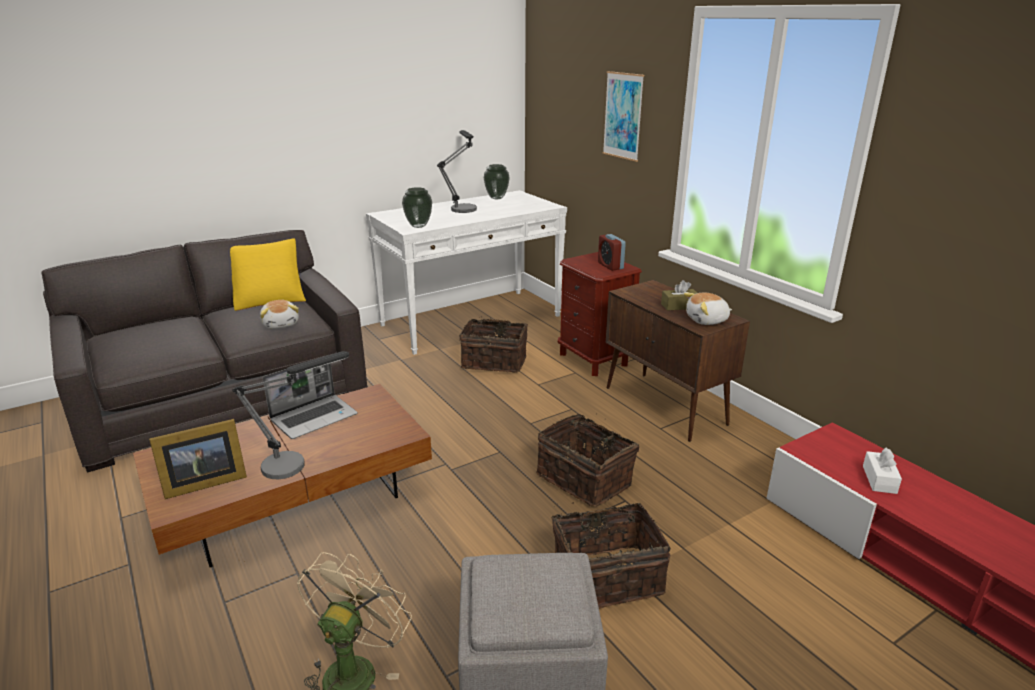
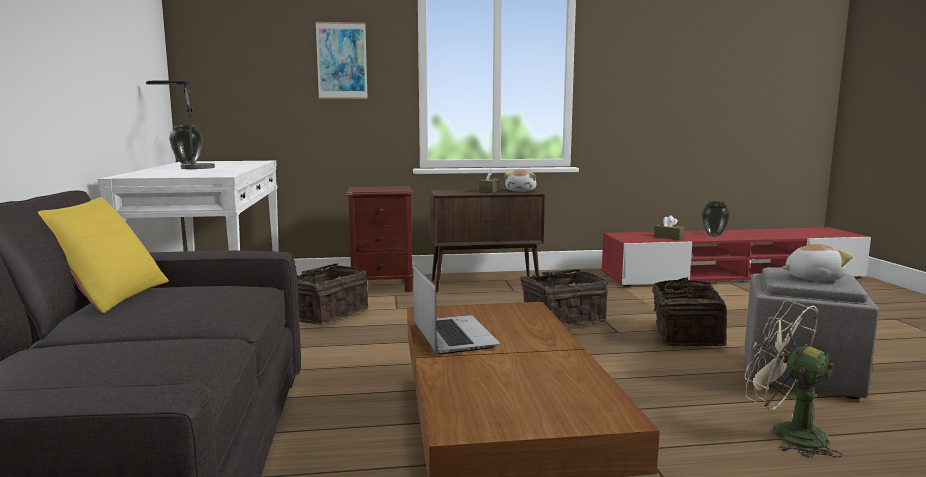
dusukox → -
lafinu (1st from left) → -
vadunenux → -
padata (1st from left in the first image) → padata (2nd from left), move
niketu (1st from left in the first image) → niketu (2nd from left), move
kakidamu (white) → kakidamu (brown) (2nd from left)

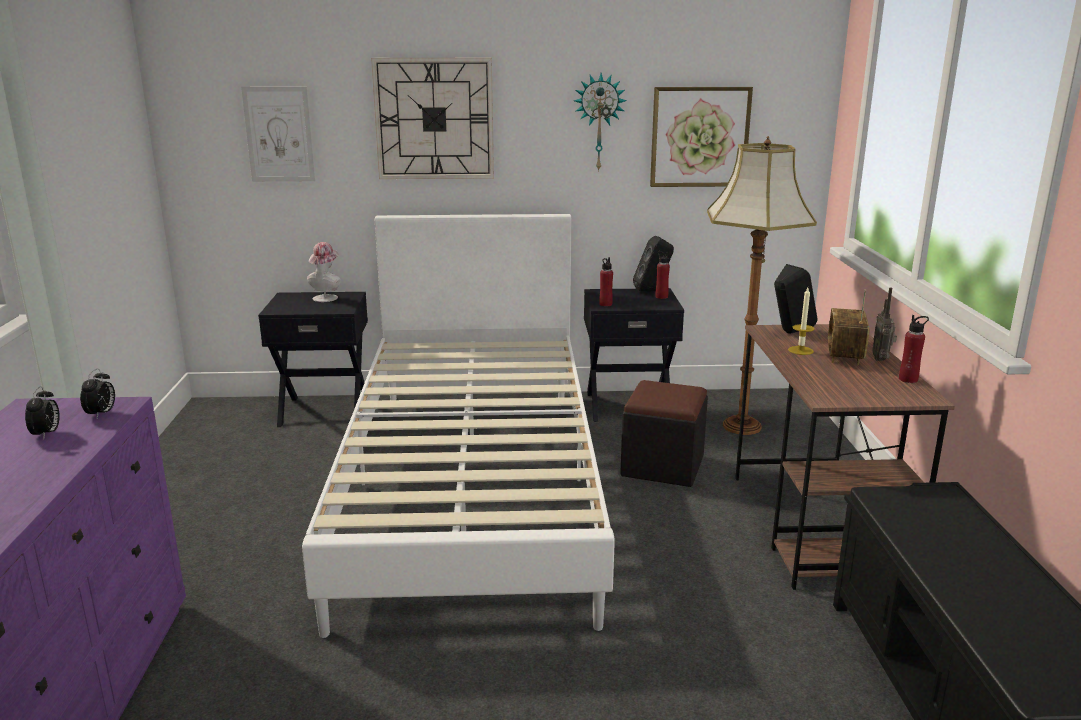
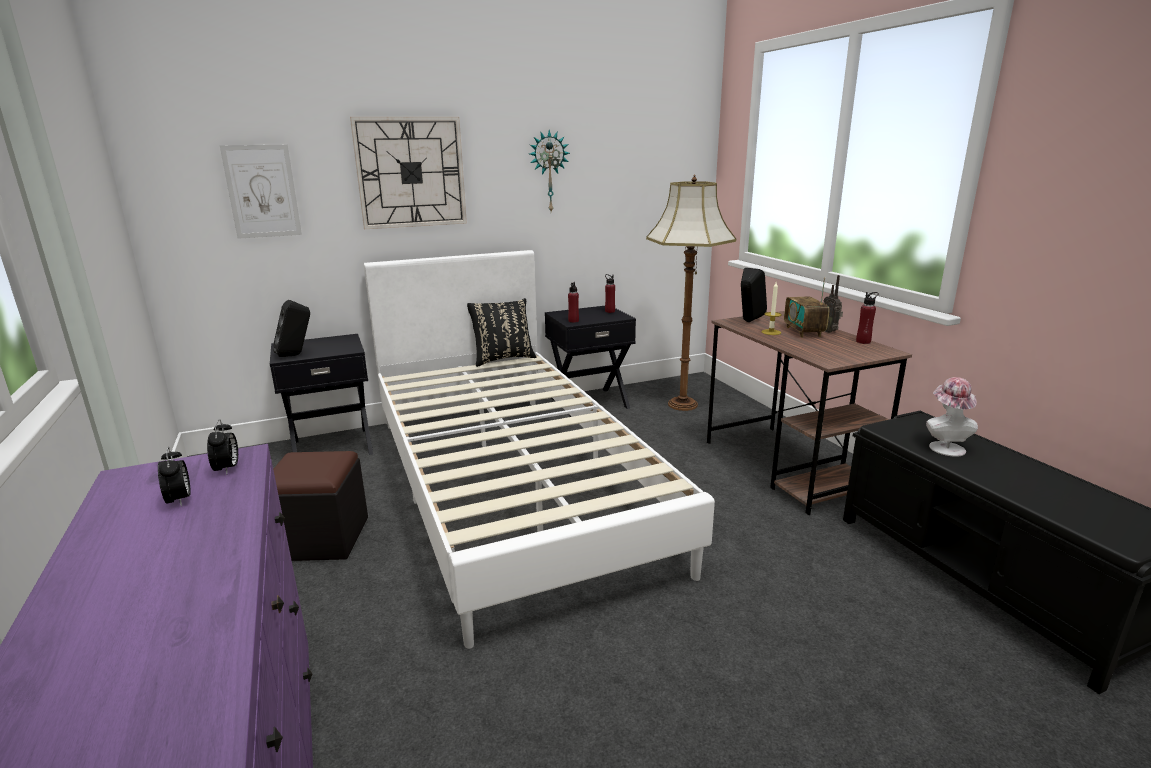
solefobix (2nd from left) → -
- → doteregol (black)
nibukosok, move
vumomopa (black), move
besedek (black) (1st from left), move

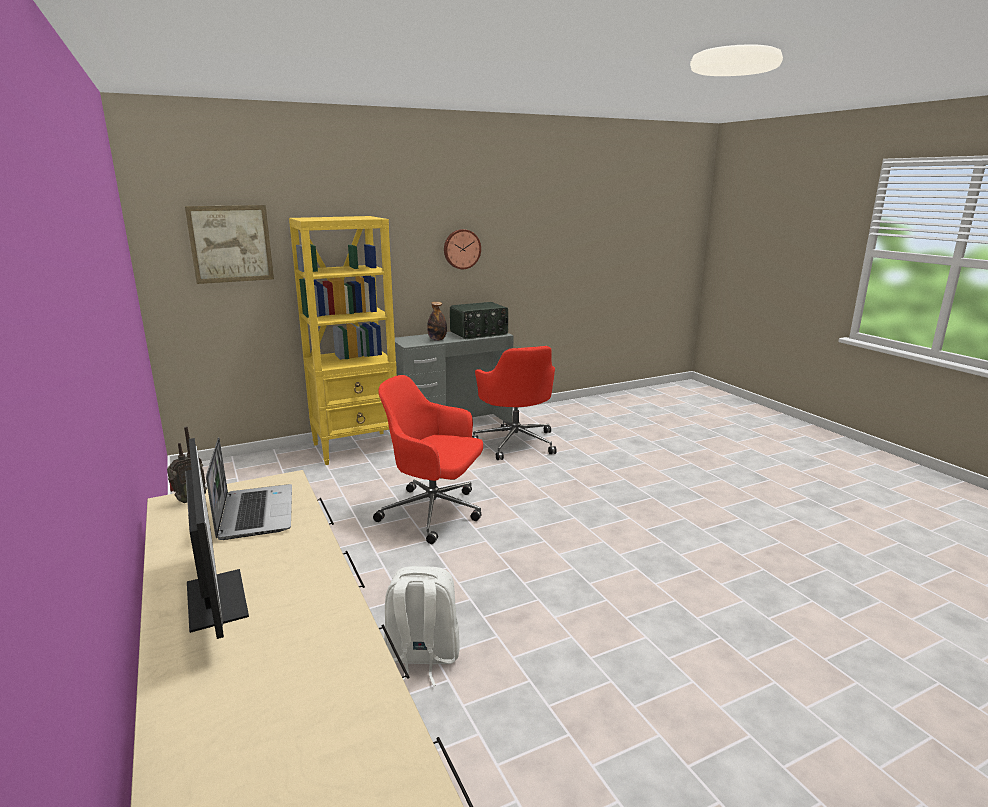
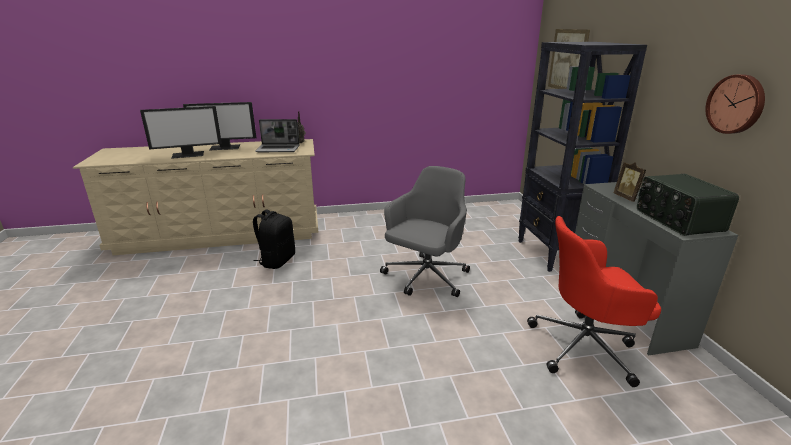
- → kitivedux (1st from left)
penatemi → dusukox
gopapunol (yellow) → gopapunol (black)
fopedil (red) (1st from left) → fopedil (grey)
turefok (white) → turefok (black)

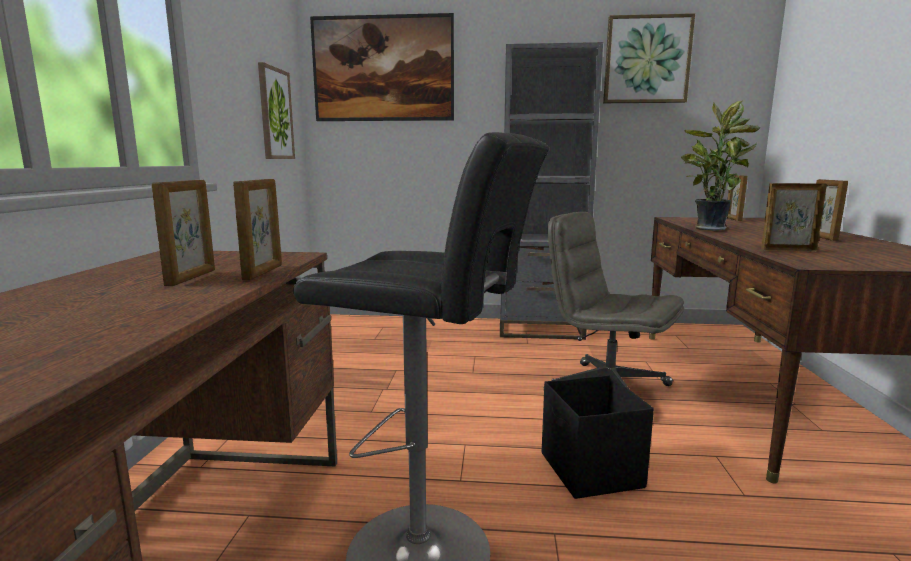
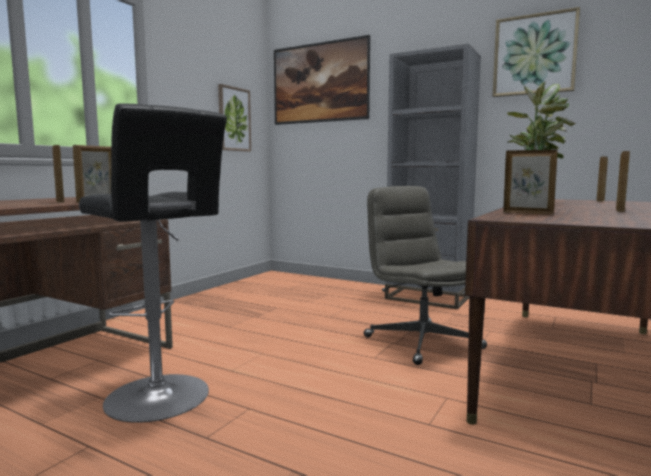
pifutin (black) → -
dusukox (1st from left), 120 degrees clockwise

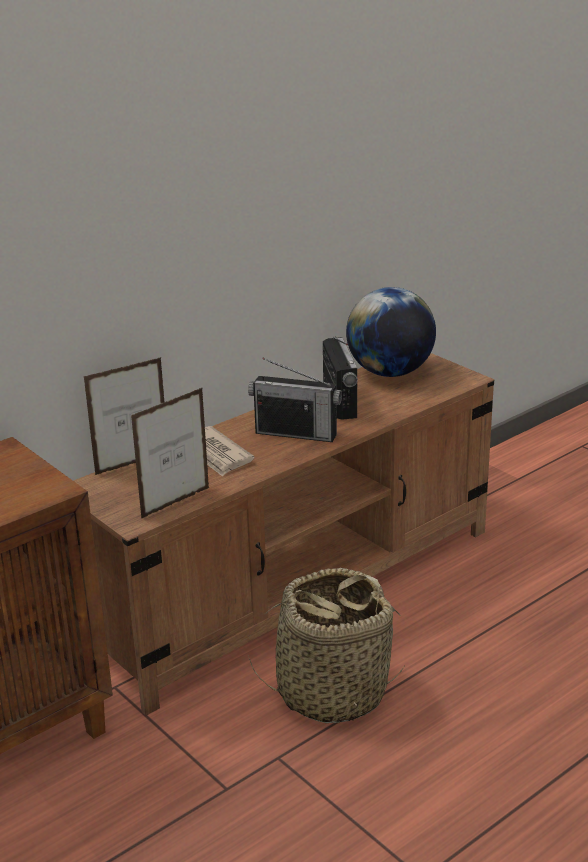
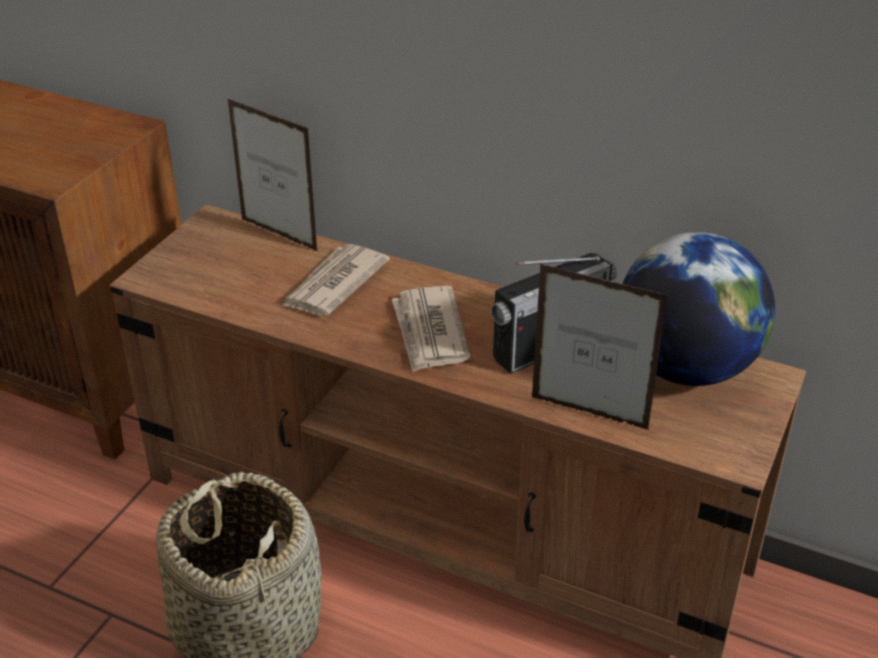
dusukox (2nd from left), move
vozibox (1st from left) → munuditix (2nd from left)

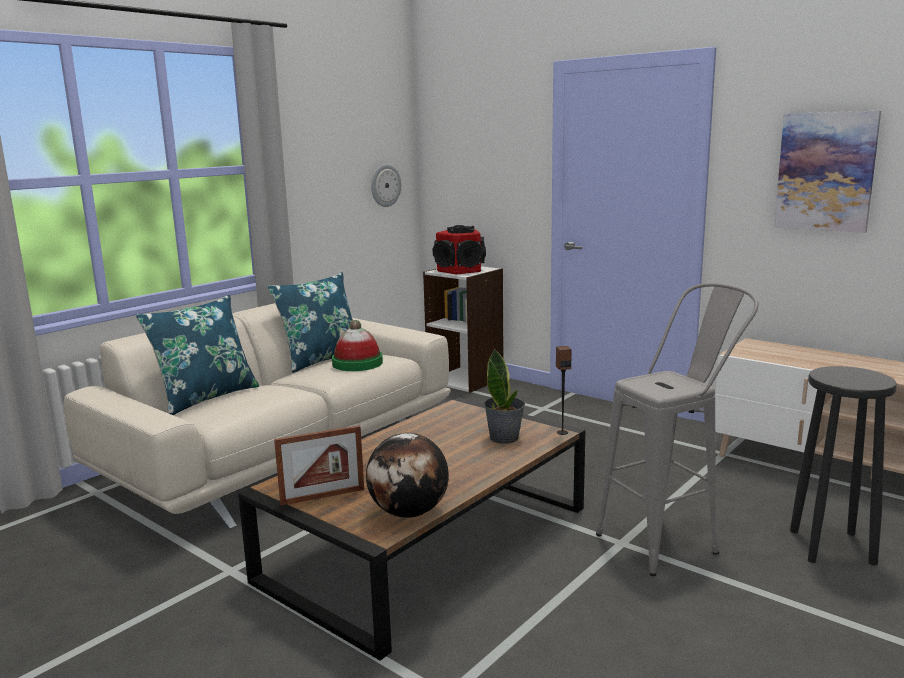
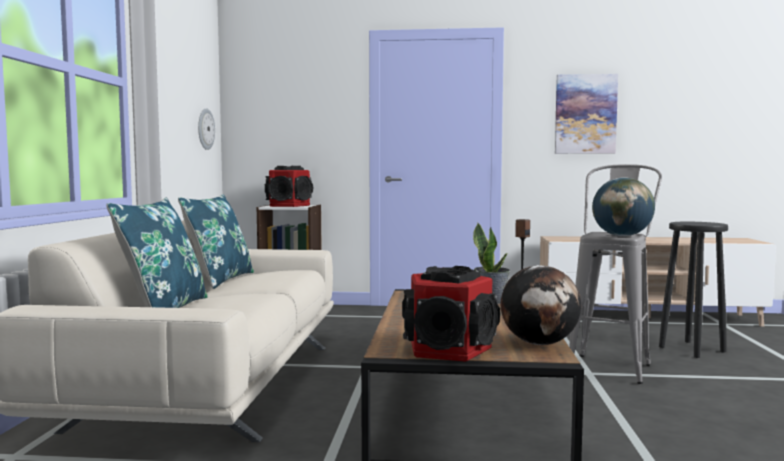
nibukosok → -
- → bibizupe (2nd from left)
dusukox → besedek (2nd from left)

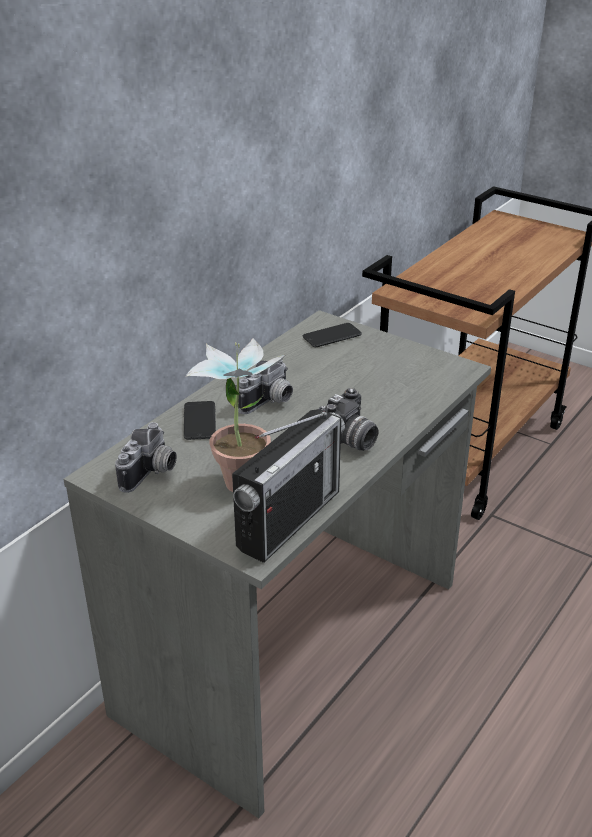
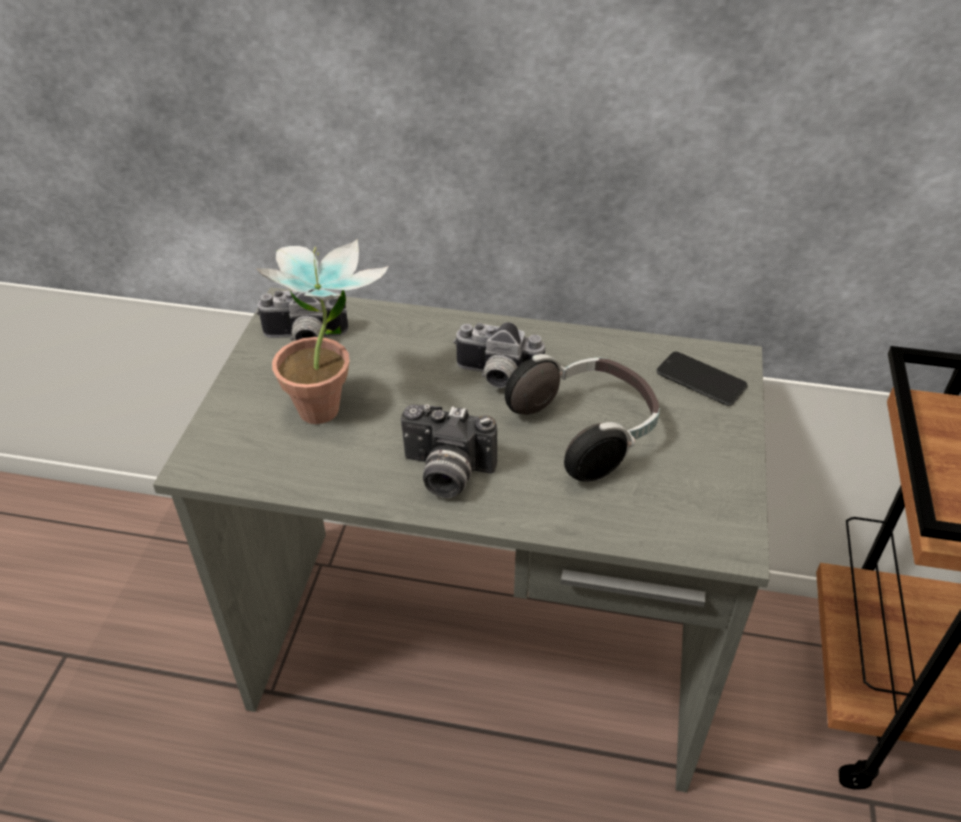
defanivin (1st from left) → -
vozibox → -
- → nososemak

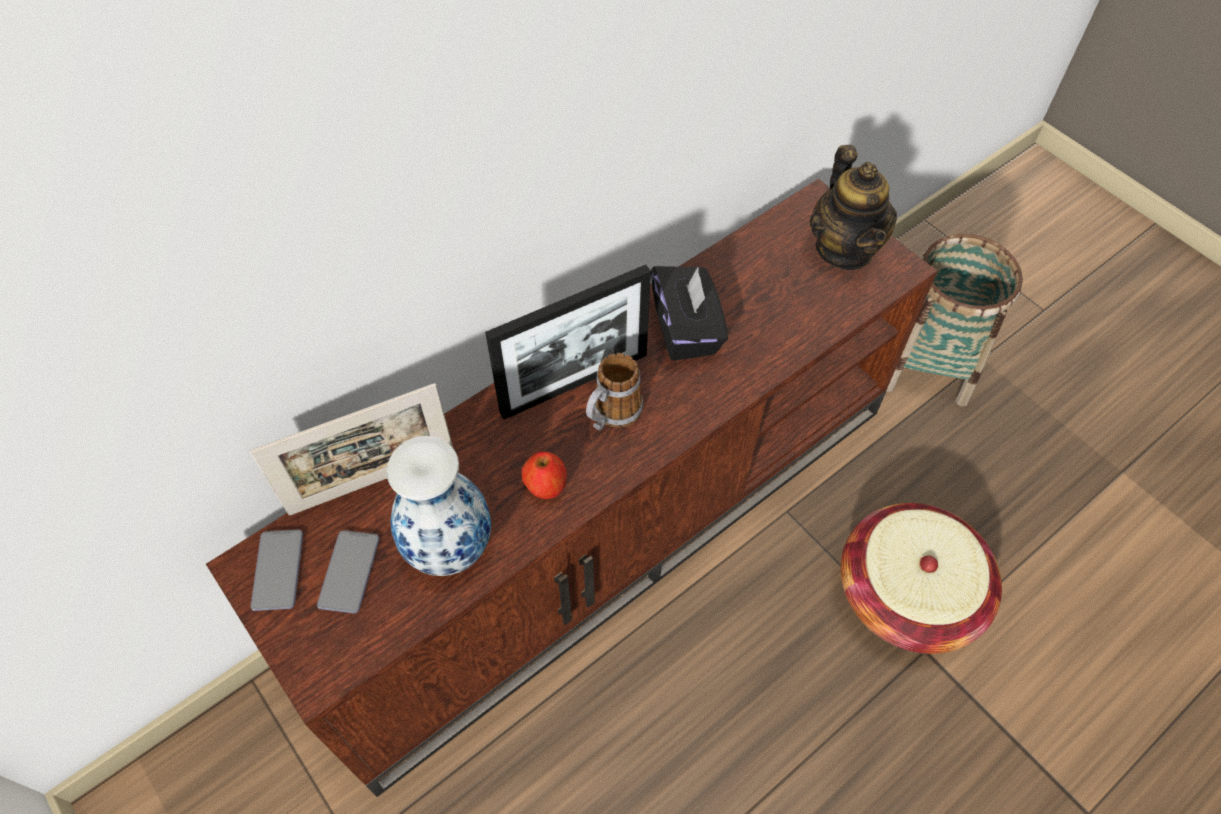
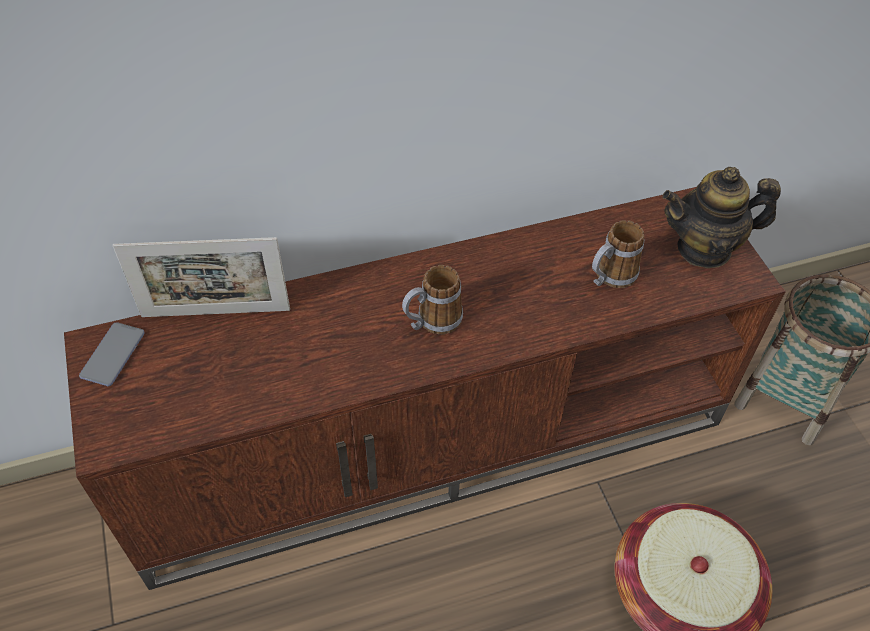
defanivin (2nd from left) → -
niketu → -
dusukox (2nd from left) → -
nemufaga → -
kakidamu (black) → -
- → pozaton (2nd from left)
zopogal, 75 degrees clockwise

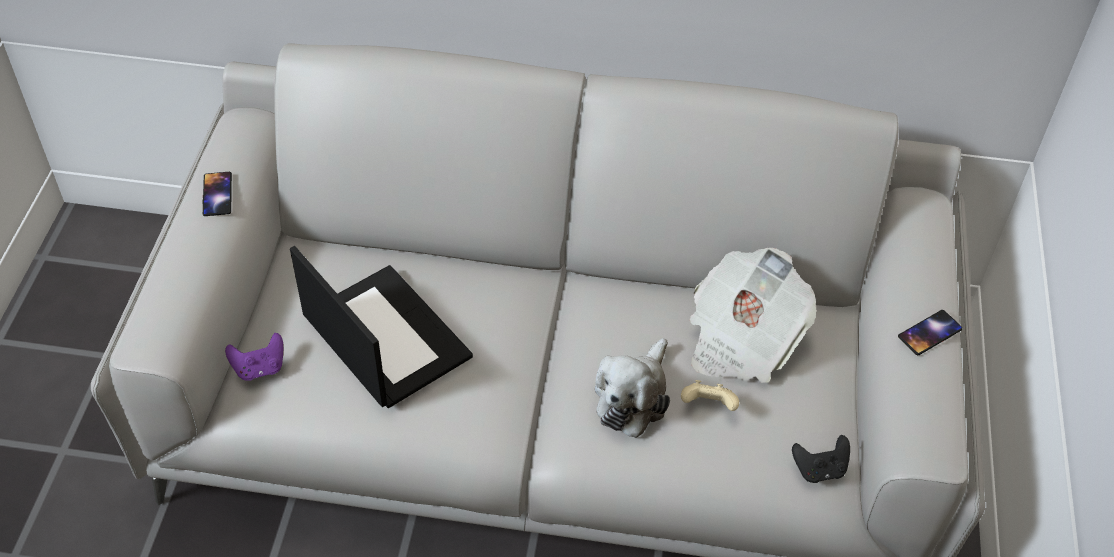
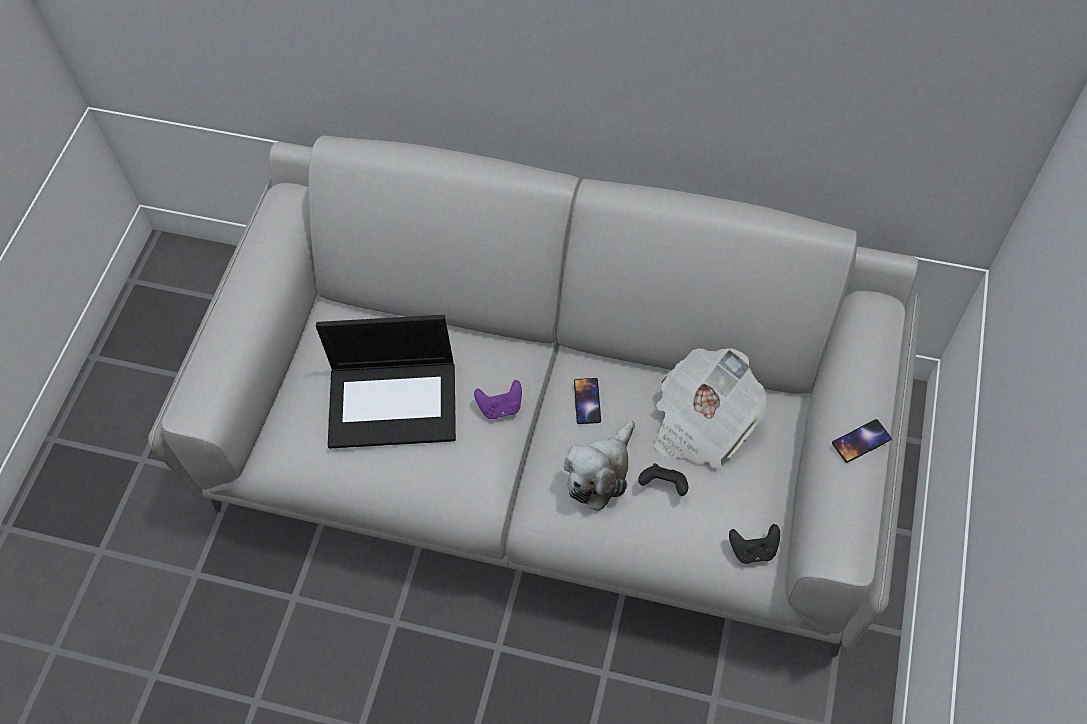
defanivin (1st from left), move
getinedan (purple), move
getinedan (beige) → getinedan (black) (1st from left)
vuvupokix, 120 degrees clockwise

